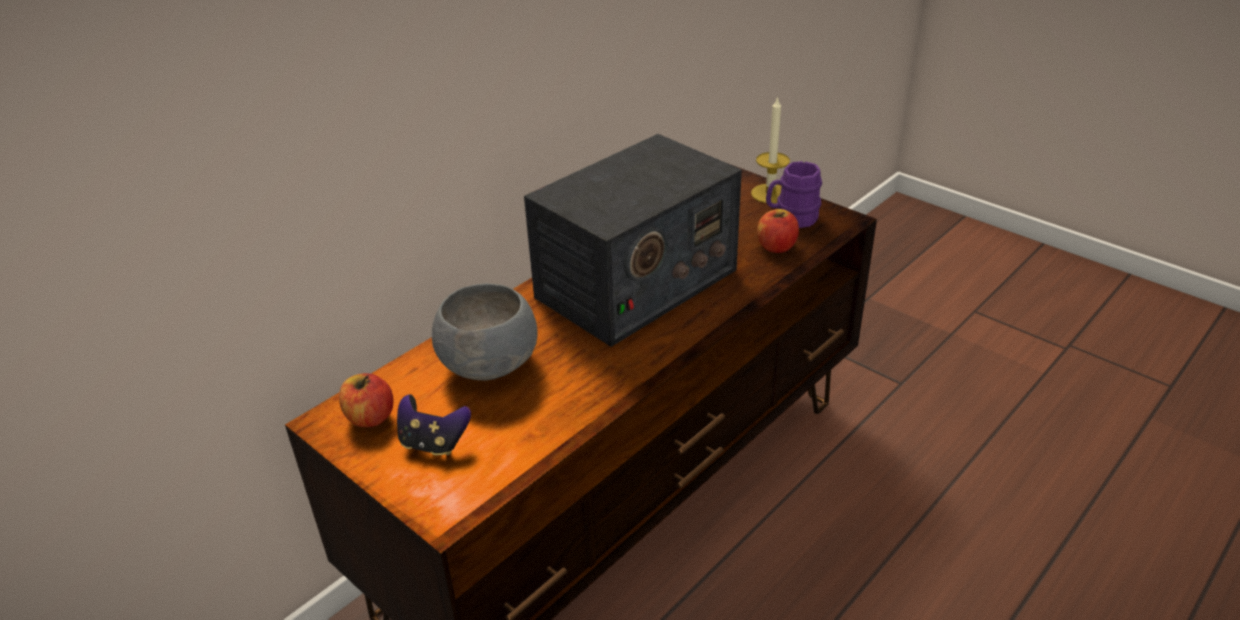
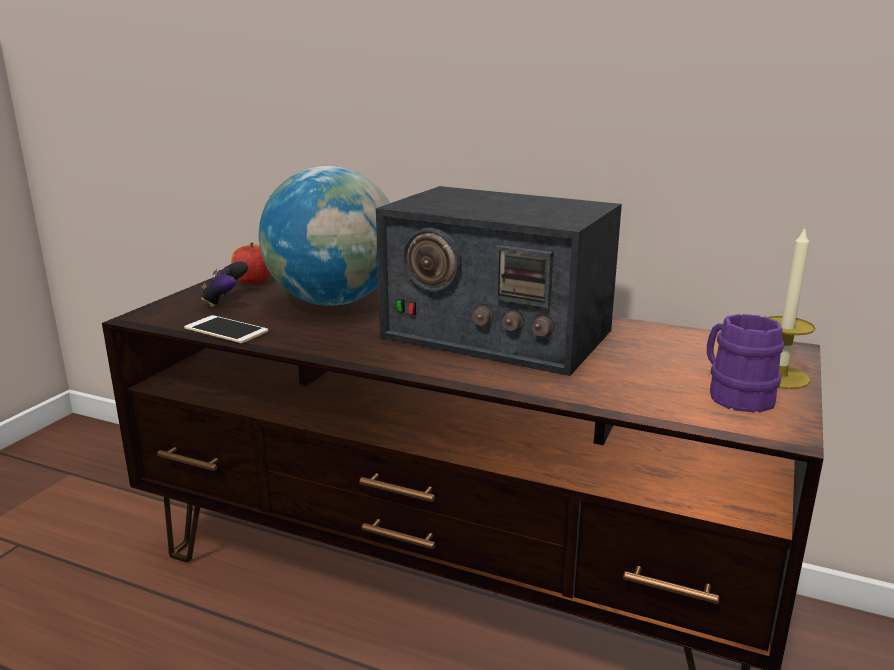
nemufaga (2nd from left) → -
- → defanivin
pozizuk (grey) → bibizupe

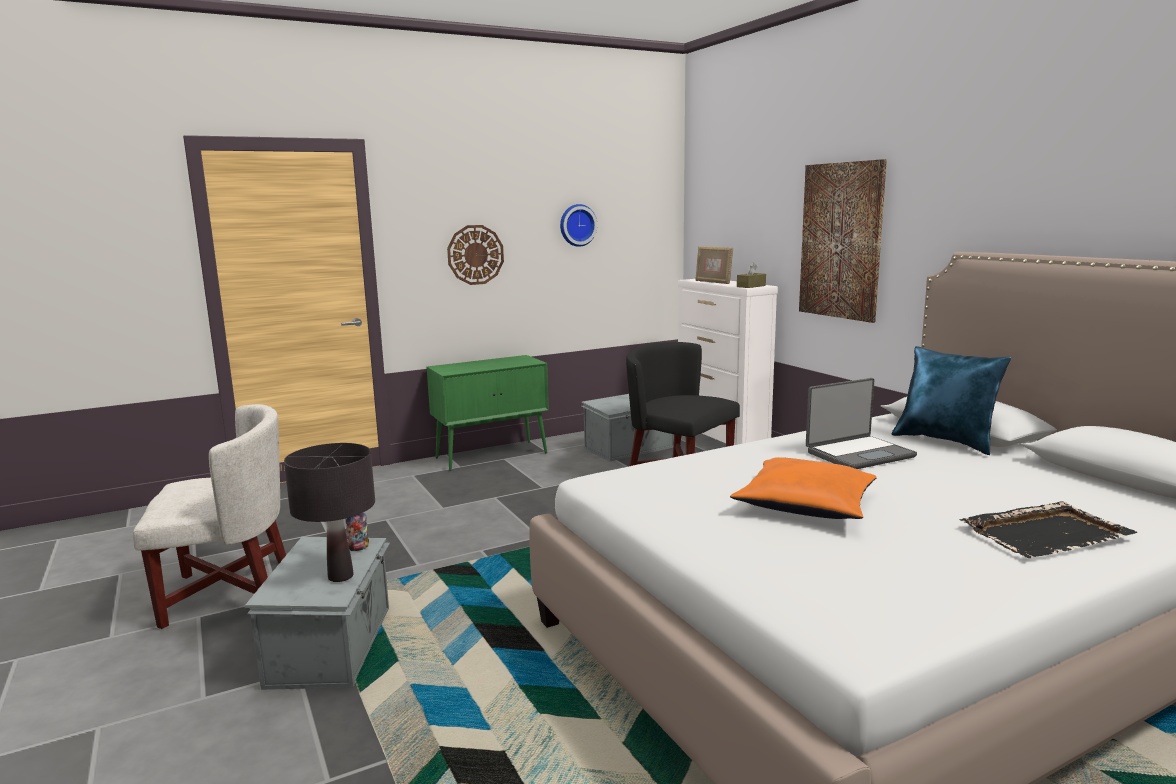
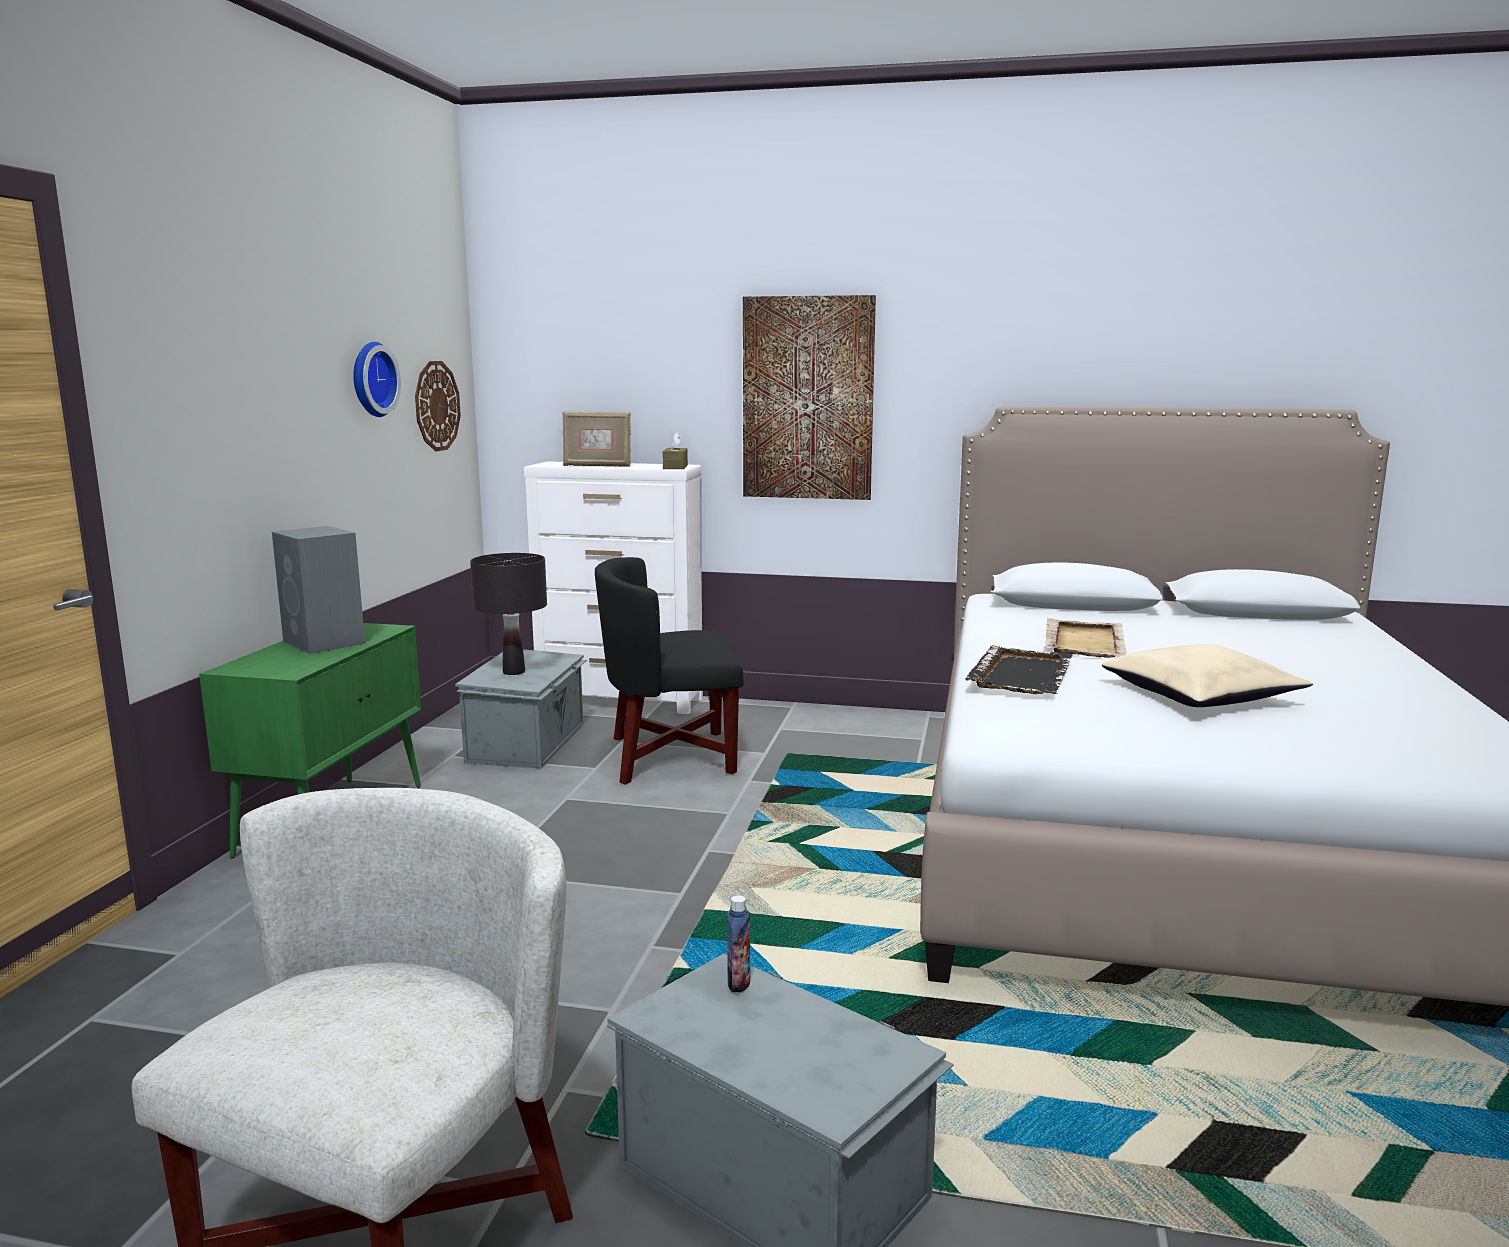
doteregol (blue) → -
- → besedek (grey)
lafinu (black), move
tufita (1st from left in the first image) → tufita (2nd from left), move
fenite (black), move
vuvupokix → fenite (beige)
doteregol (orange) → doteregol (beige)

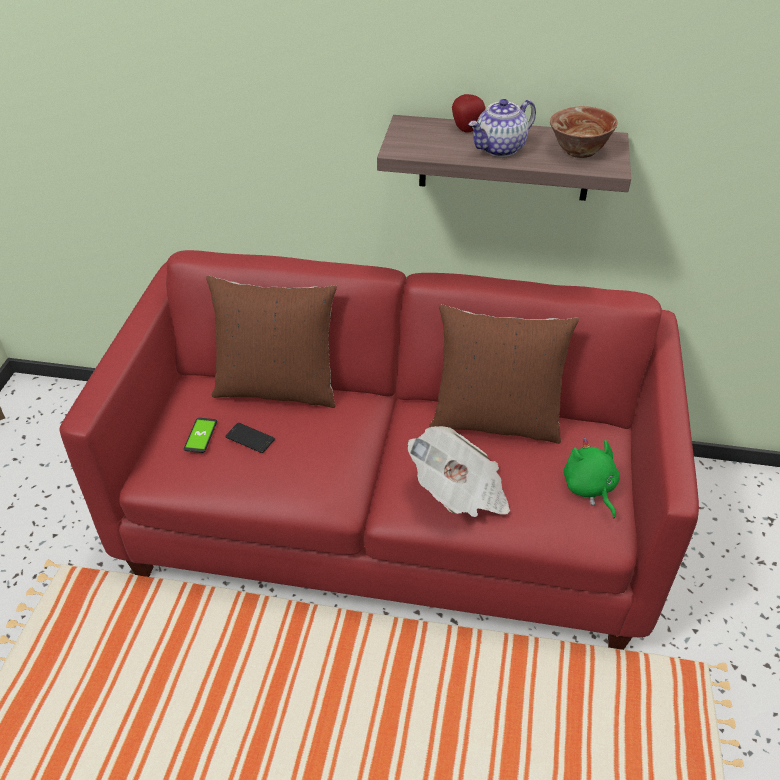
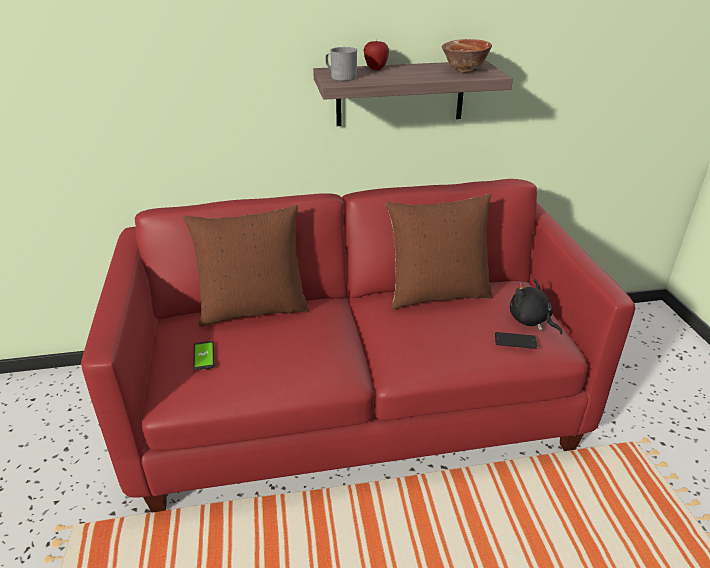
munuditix → -
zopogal → -
- → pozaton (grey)
defanivin (2nd from left), move
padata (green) → padata (black)

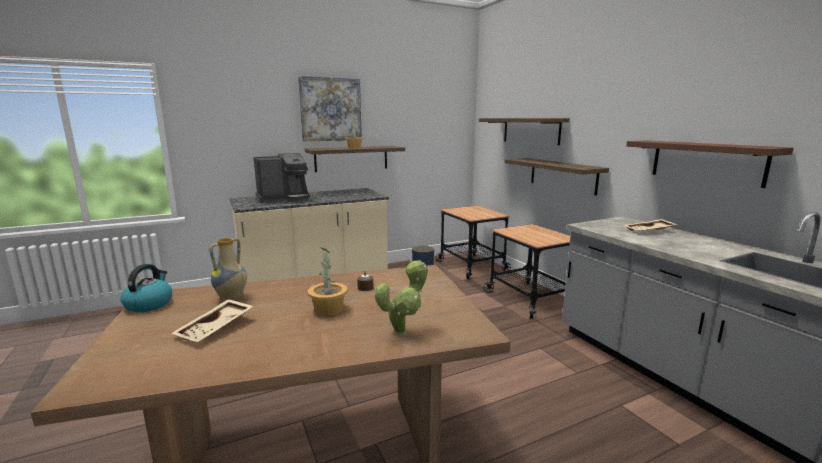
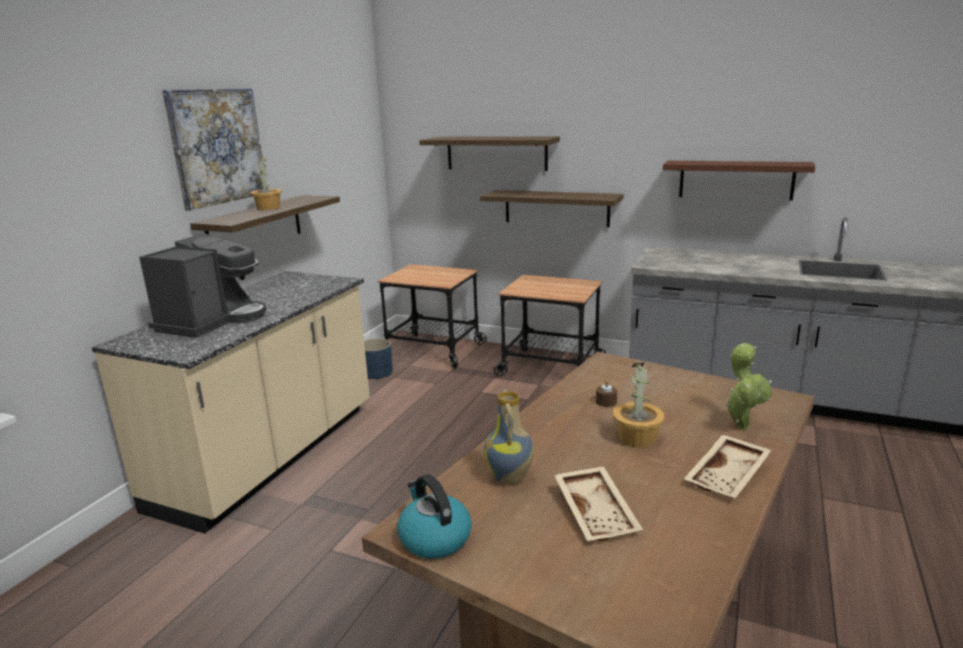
fenite (beige) (2nd from left), move

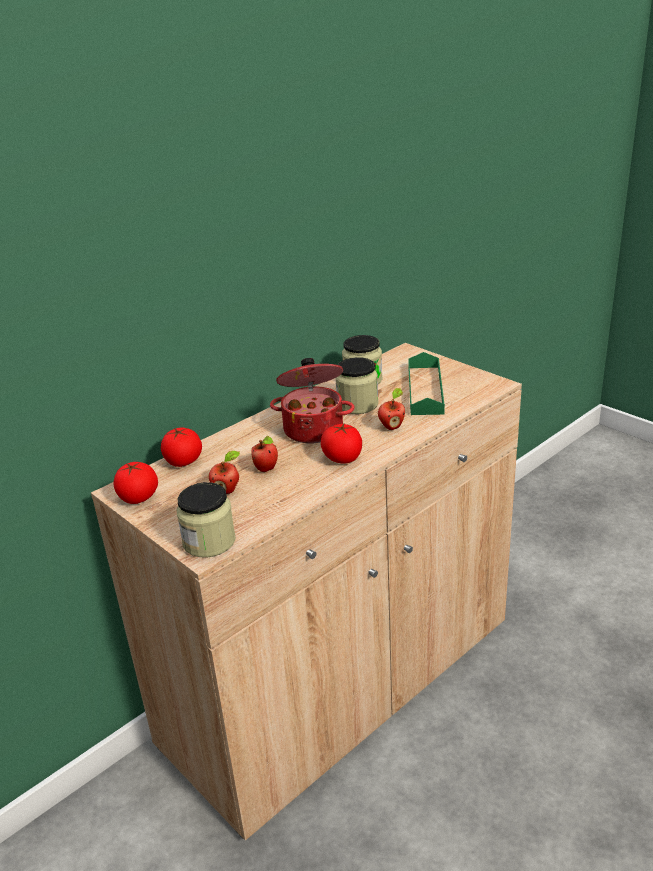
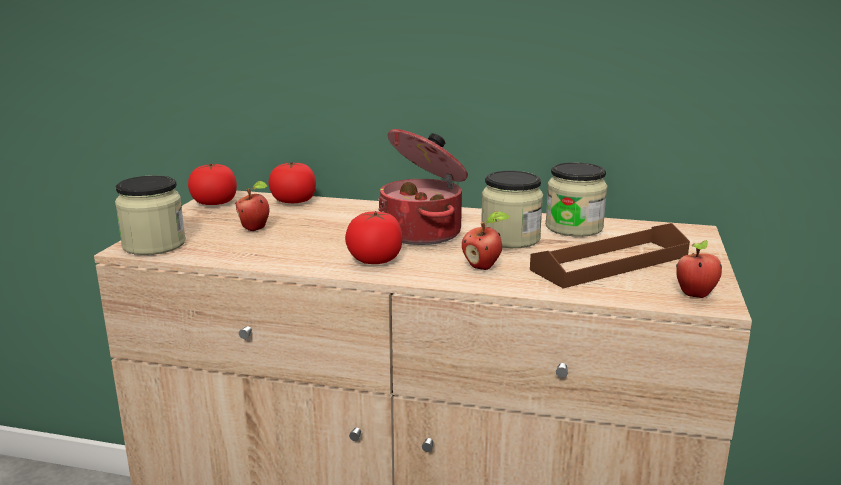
nemufaga (2nd from left in the first image) → nemufaga (3rd from left), move
fenite (green) → fenite (brown)

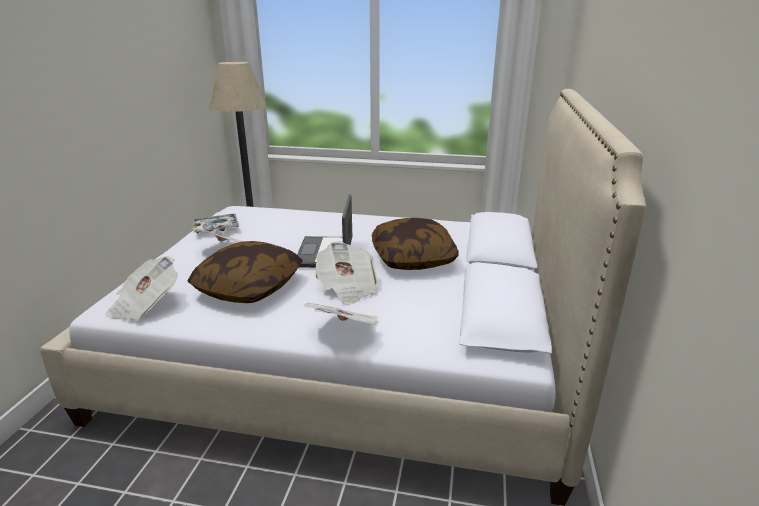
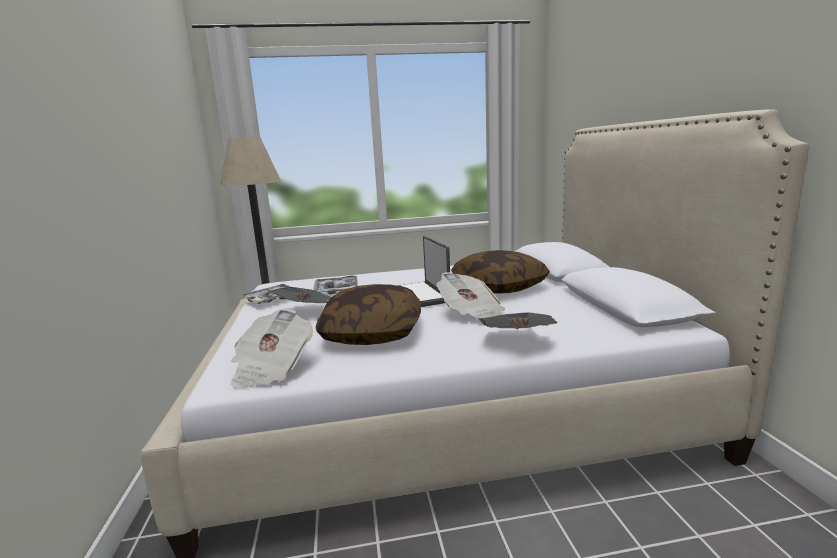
- → fenite (2nd from left)

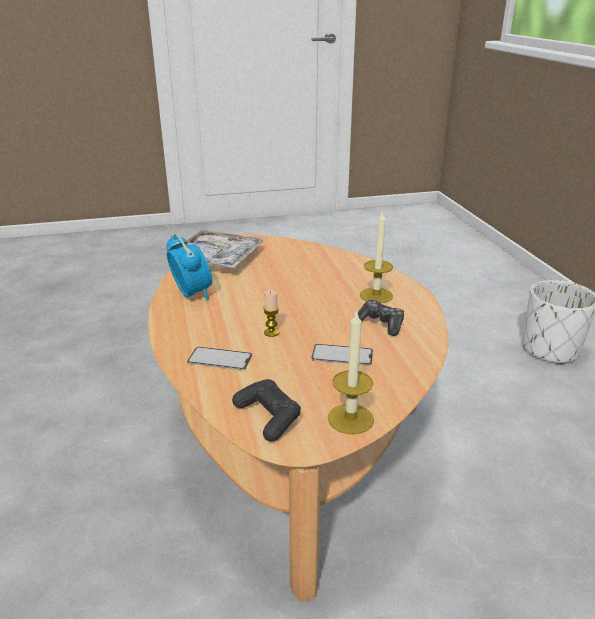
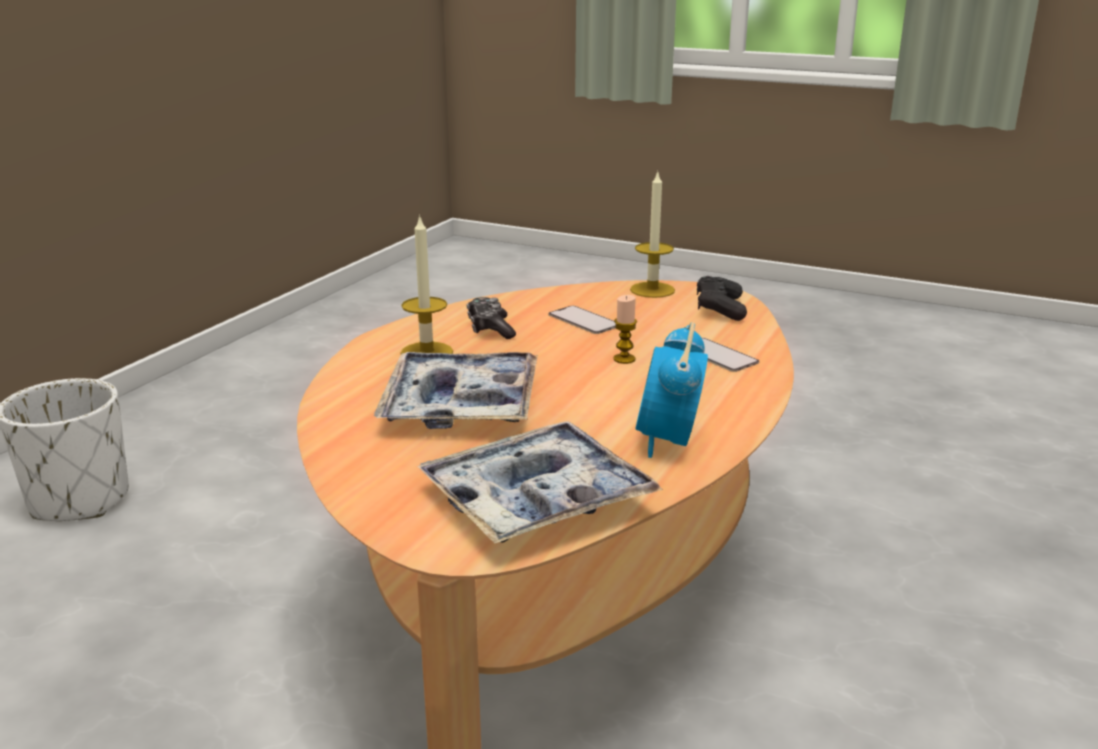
- → fenite (1st from left)

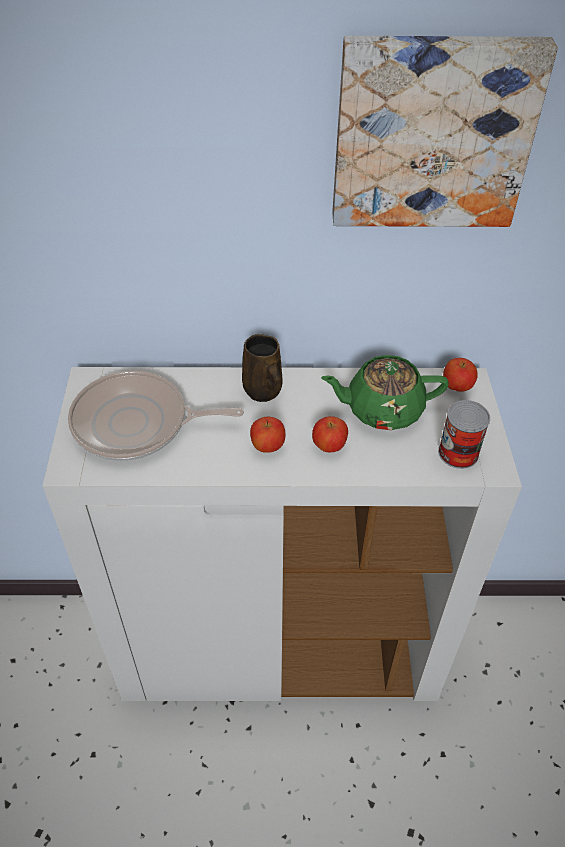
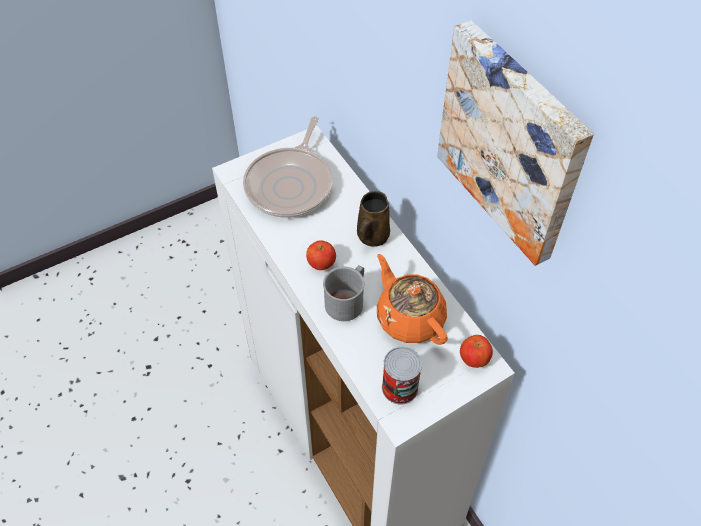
nemufaga (2nd from left) → pozaton (grey)
zopogal (green) → zopogal (orange)
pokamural, 135 degrees counterclockwise

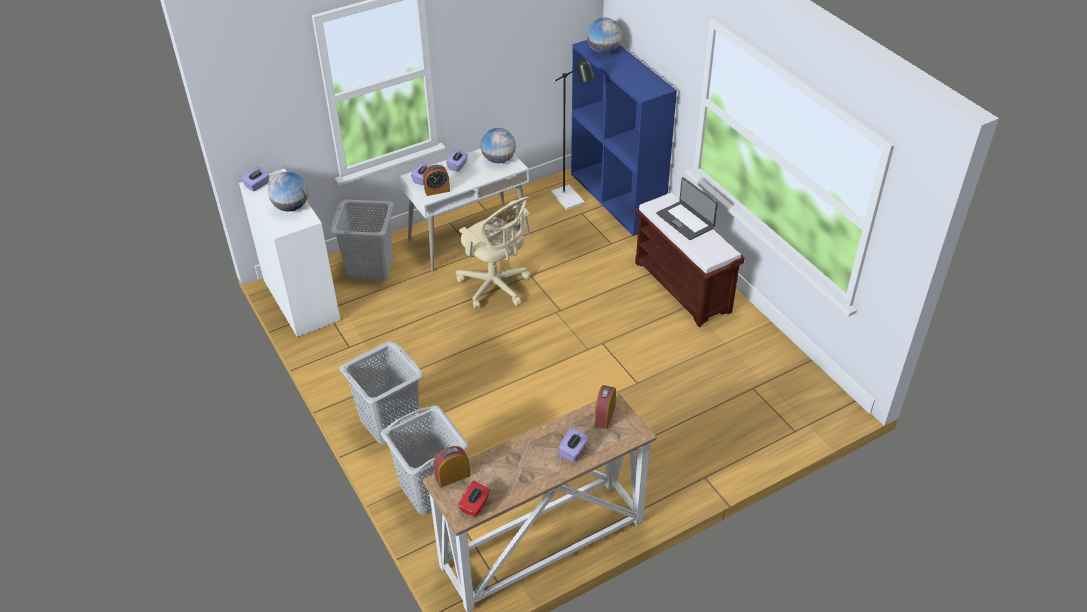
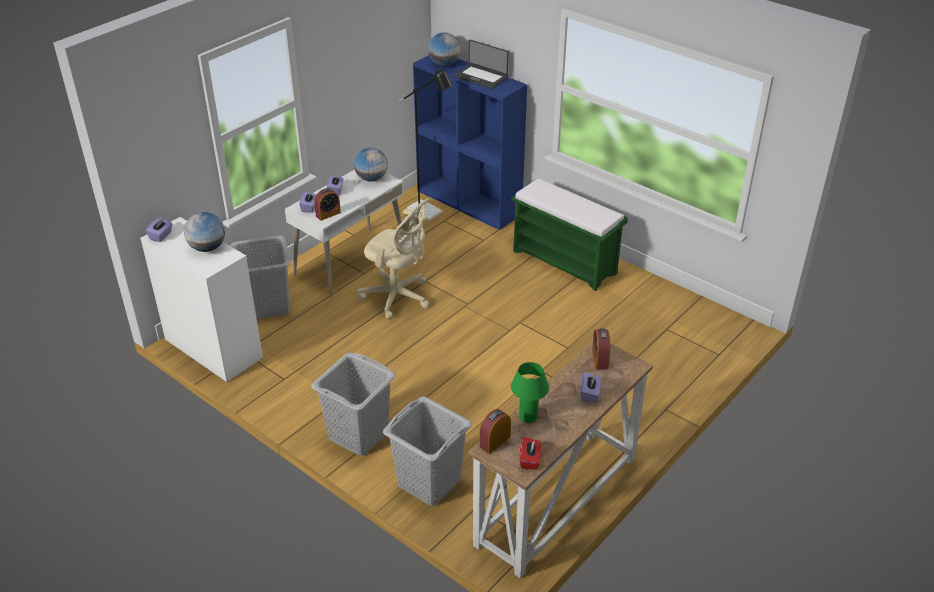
- → lafinu (green)
vuvupokix, move
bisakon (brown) → bisakon (green)

